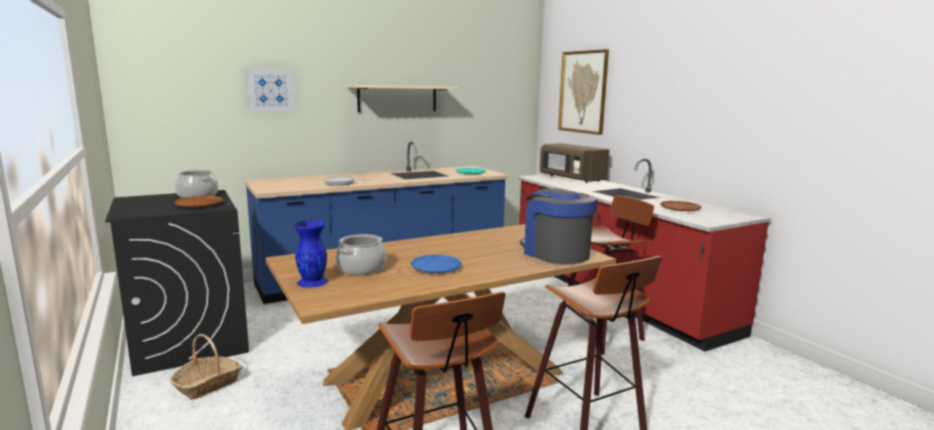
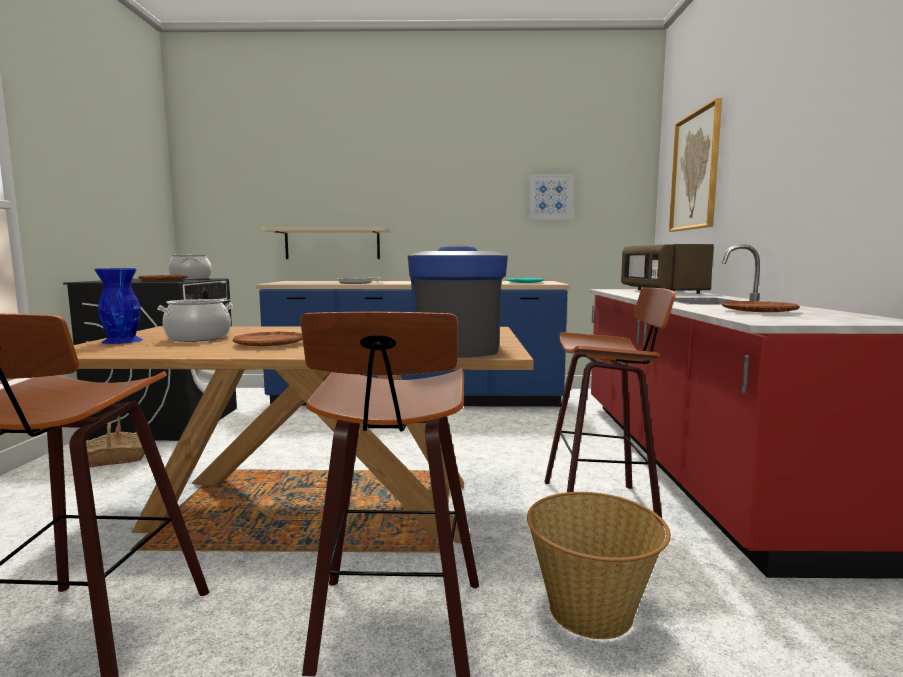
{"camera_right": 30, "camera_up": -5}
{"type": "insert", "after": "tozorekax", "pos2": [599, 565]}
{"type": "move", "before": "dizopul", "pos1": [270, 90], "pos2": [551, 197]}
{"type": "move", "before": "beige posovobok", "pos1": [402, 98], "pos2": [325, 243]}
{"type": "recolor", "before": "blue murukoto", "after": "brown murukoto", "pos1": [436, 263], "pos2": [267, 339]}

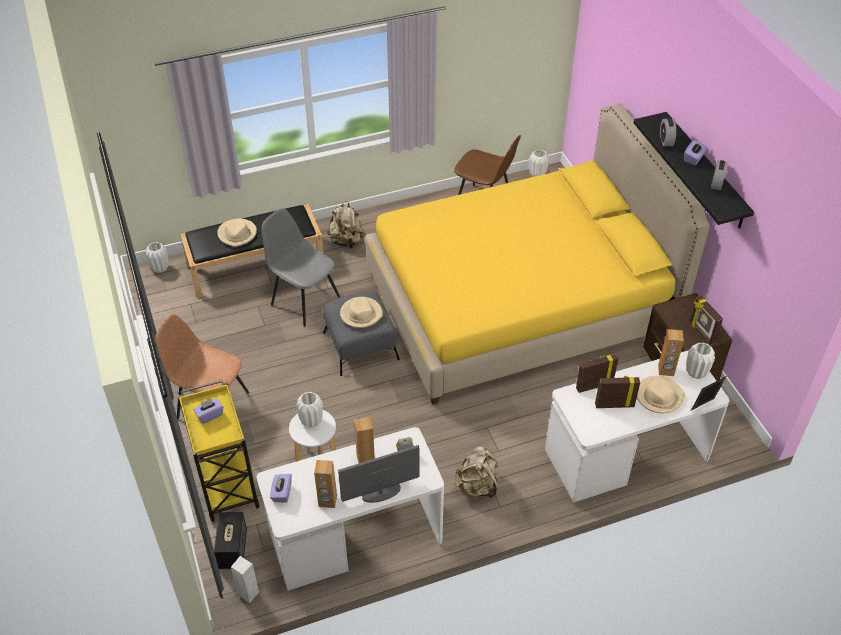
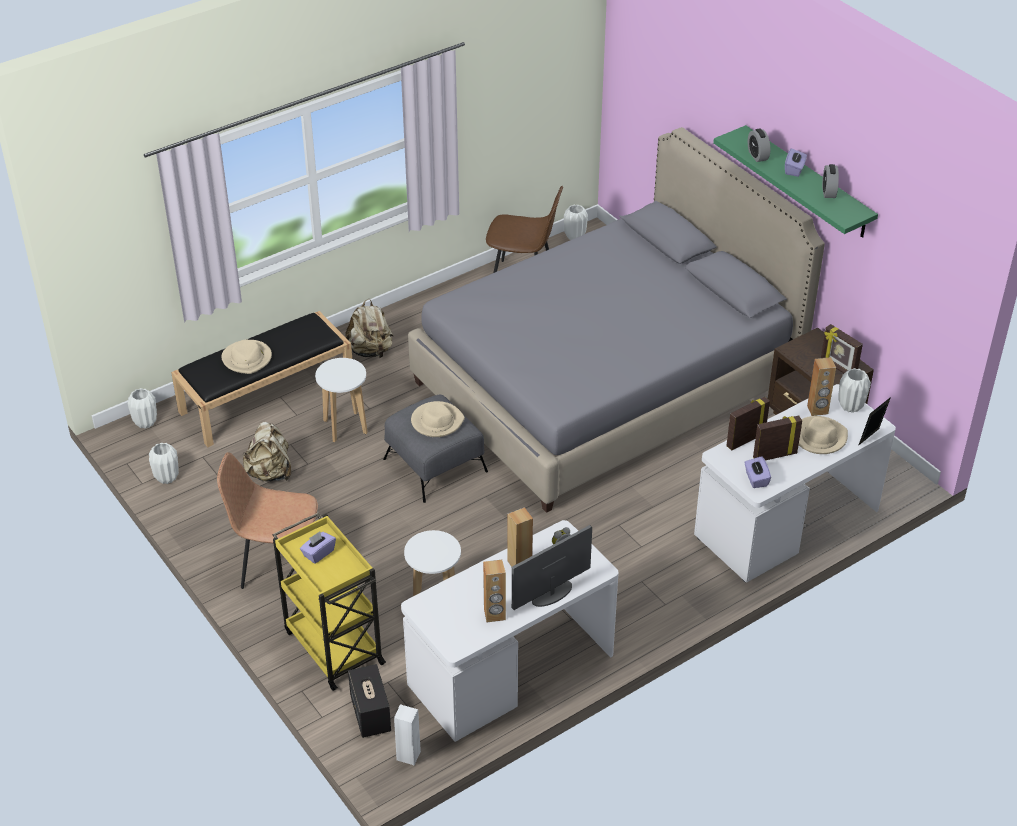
{"camera_right": -15, "camera_up": -5}
{"type": "move", "before": "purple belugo", "pos1": [281, 488], "pos2": [757, 472]}
{"type": "move", "before": "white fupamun", "pos1": [309, 410], "pos2": [164, 463]}
{"type": "move", "before": "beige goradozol", "pos1": [476, 472], "pos2": [267, 451]}
{"type": "replace", "before": "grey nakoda", "after": "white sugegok", "pos1": [300, 267], "pos2": [341, 400]}
{"type": "recolor", "before": "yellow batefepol", "after": "grey batefepol", "pos1": [537, 253], "pos2": [616, 320]}
{"type": "recolor", "before": "black posovobok", "after": "green posovobok", "pos1": [694, 170], "pos2": [795, 181]}

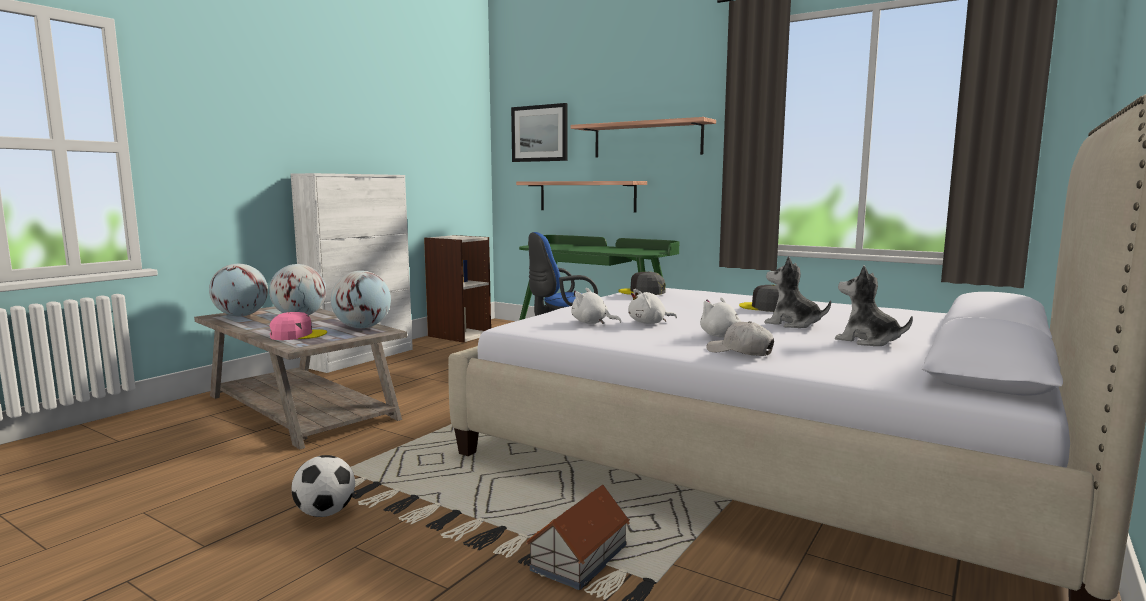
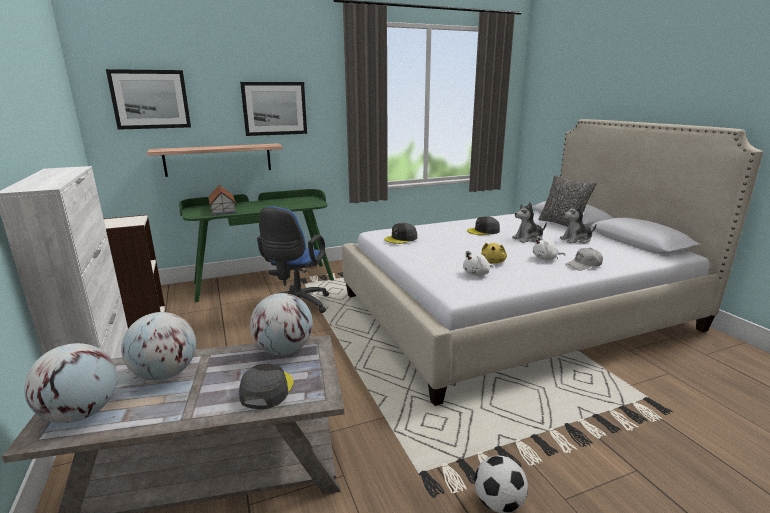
{"camera_right": -55, "camera_up": 10}
{"type": "insert", "after": "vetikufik", "pos2": [567, 201]}
{"type": "move", "before": "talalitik", "pos1": [578, 537], "pos2": [222, 200]}
{"type": "replace", "before": "posovobok", "after": "dizopul", "pos1": [643, 137], "pos2": [273, 109]}
{"type": "recolor", "before": "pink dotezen", "after": "grey dotezen", "pos1": [298, 326], "pos2": [266, 386]}
{"type": "recolor", "before": "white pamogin", "after": "yellow pamogin", "pos1": [652, 306], "pos2": [494, 253]}

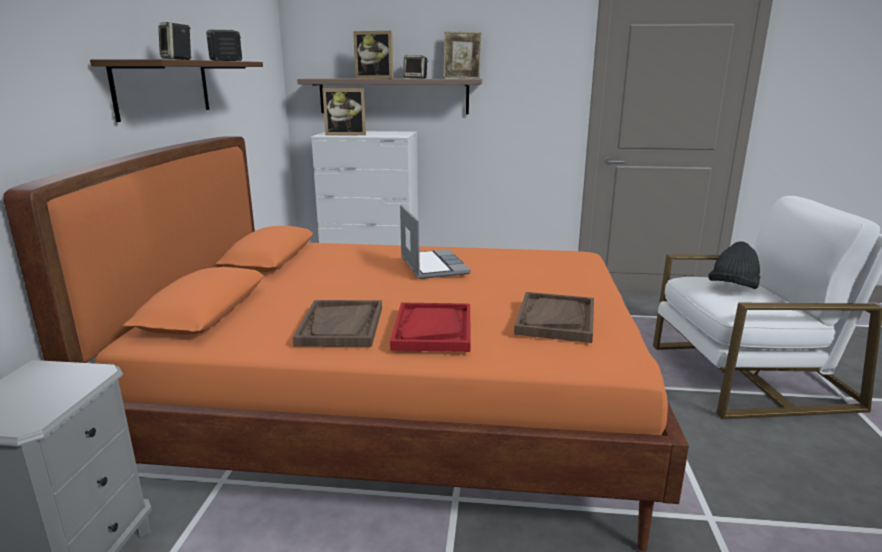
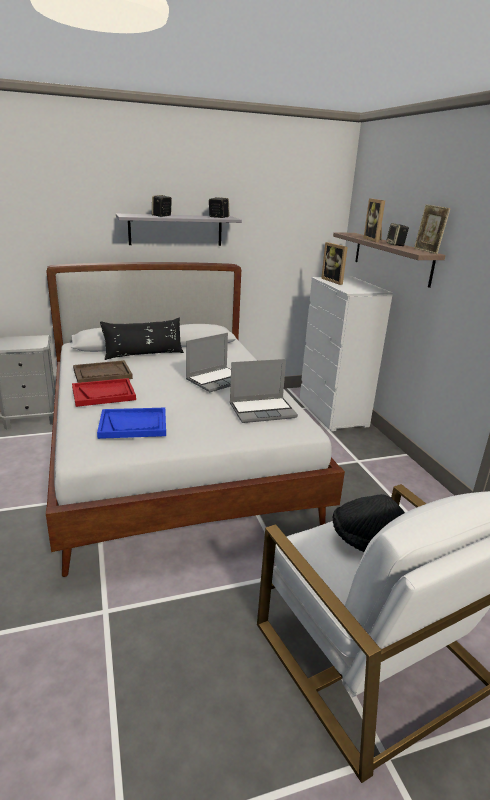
{"camera_right": 65, "camera_up": 5}
{"type": "insert", "after": "black vetikufik", "pos2": [142, 338]}
{"type": "insert", "after": "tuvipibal", "pos2": [264, 391]}
{"type": "recolor", "before": "orange batefepol", "after": "white batefepol", "pos1": [346, 344], "pos2": [195, 419]}
{"type": "recolor", "before": "brown posovobok", "after": "grey posovobok", "pos1": [176, 90], "pos2": [179, 230]}
{"type": "recolor", "before": "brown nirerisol", "after": "blue nirerisol", "pos1": [554, 317], "pos2": [131, 423]}

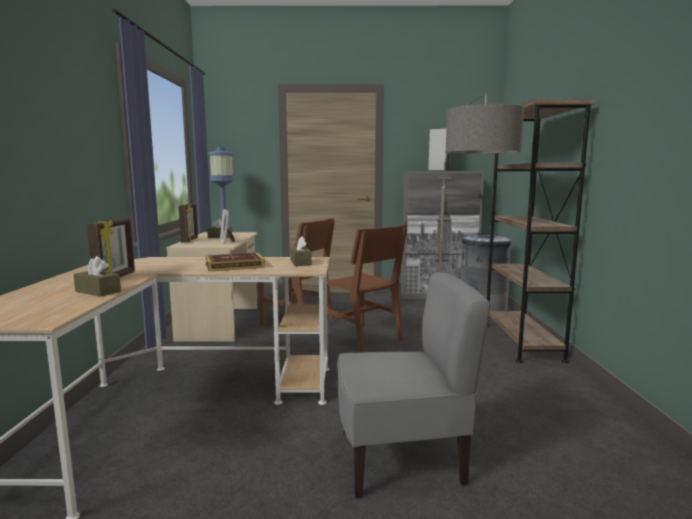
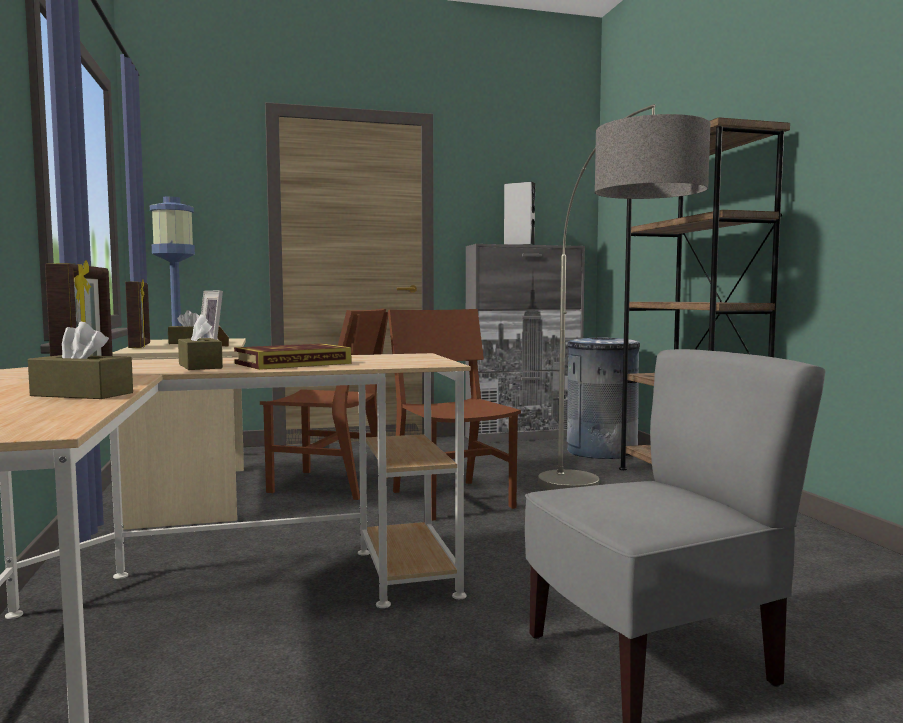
{"camera_right": -15, "camera_up": -5}
{"type": "move", "before": "brown belugo", "pos1": [301, 251], "pos2": [200, 342]}
{"type": "rotate", "before": "brown nakoda", "pos1": [365, 288], "pos2": [454, 415], "turn": -150}

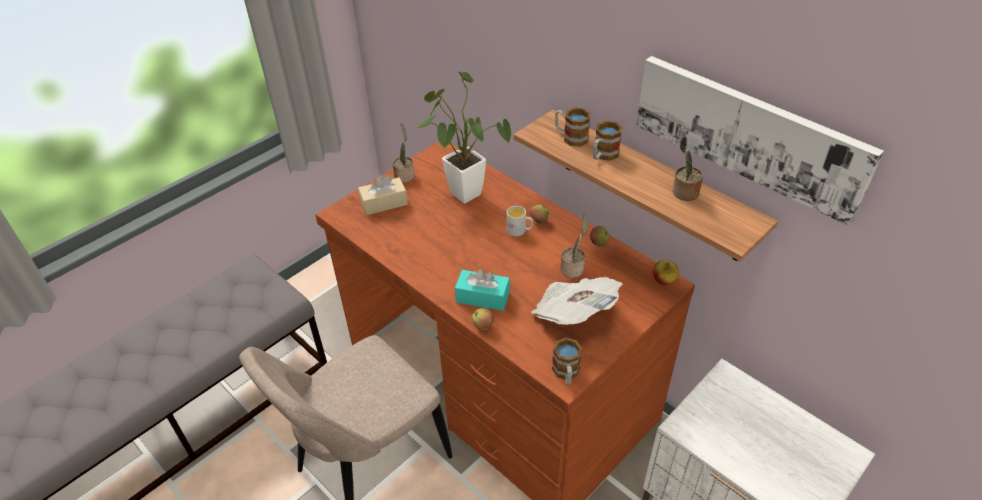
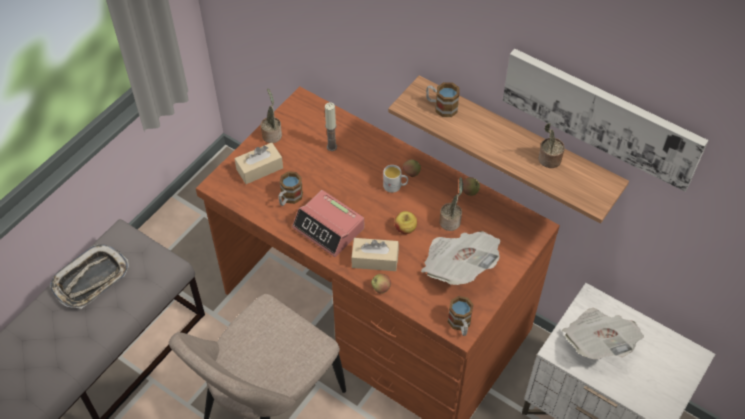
{"camera_right": -10, "camera_up": 10}
{"type": "insert", "after": "nirerisol", "pos2": [89, 276]}
{"type": "insert", "after": "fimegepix", "pos2": [328, 223]}
{"type": "insert", "after": "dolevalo", "pos2": [603, 333]}
{"type": "move", "before": "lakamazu", "pos1": [608, 140], "pos2": [290, 188]}
{"type": "move", "before": "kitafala", "pos1": [666, 272], "pos2": [405, 222]}
{"type": "replace", "before": "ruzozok", "after": "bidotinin", "pos1": [464, 138], "pos2": [331, 126]}
{"type": "recolor", "before": "turquoise belugo", "after": "beige belugo", "pos1": [482, 290], "pos2": [375, 254]}

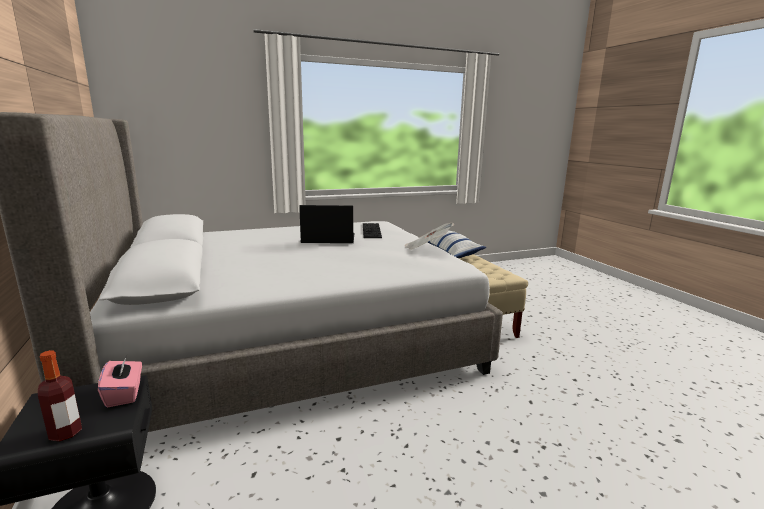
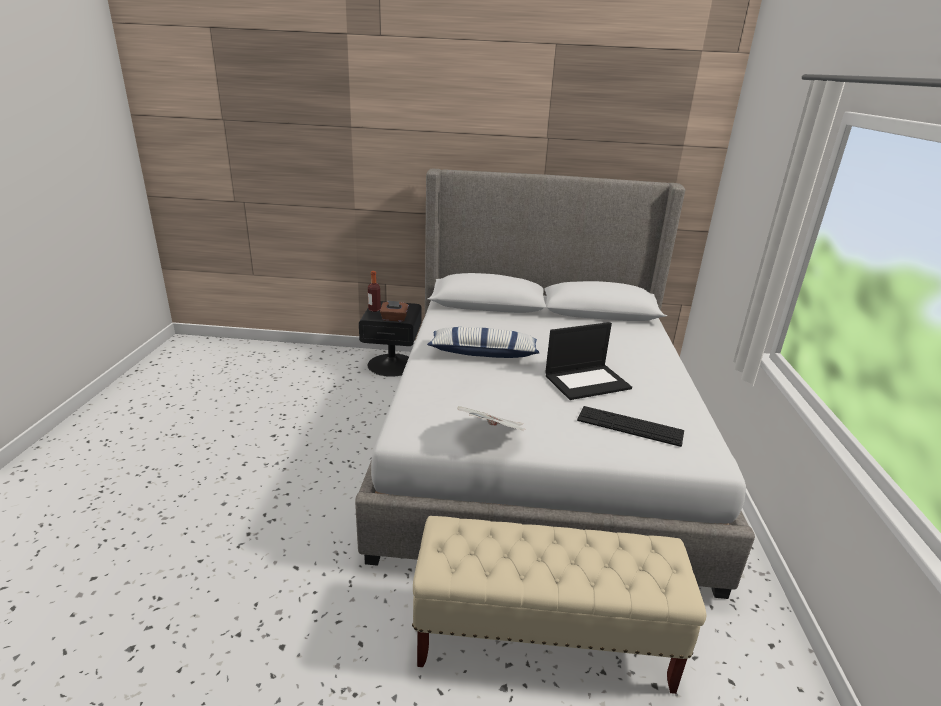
{"camera_right": 115, "camera_up": 10}
{"type": "move", "before": "vetikufik", "pos1": [457, 244], "pos2": [483, 342]}
{"type": "recolor", "before": "pink belugo", "after": "brown belugo", "pos1": [120, 381], "pos2": [394, 311]}
{"type": "rotate", "before": "tuvipibal", "pos1": [326, 224], "pos2": [588, 361], "turn": 45}

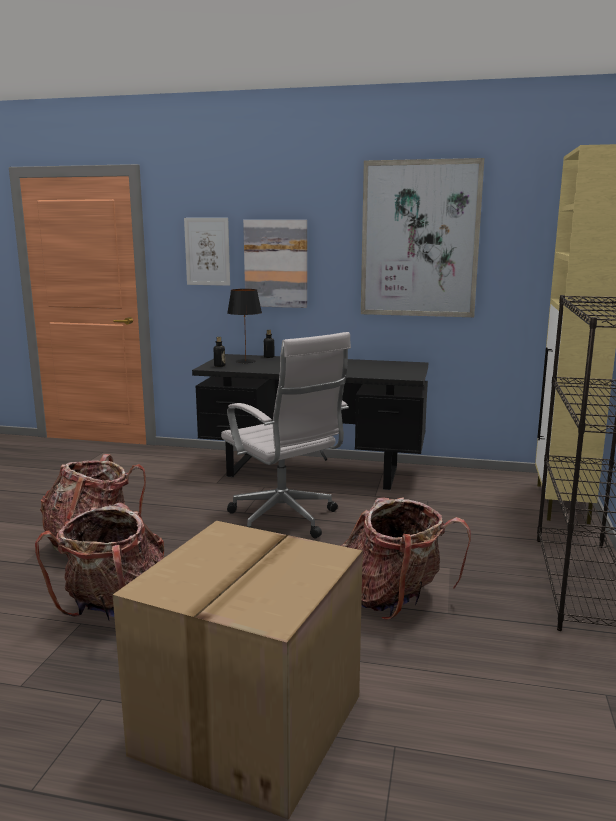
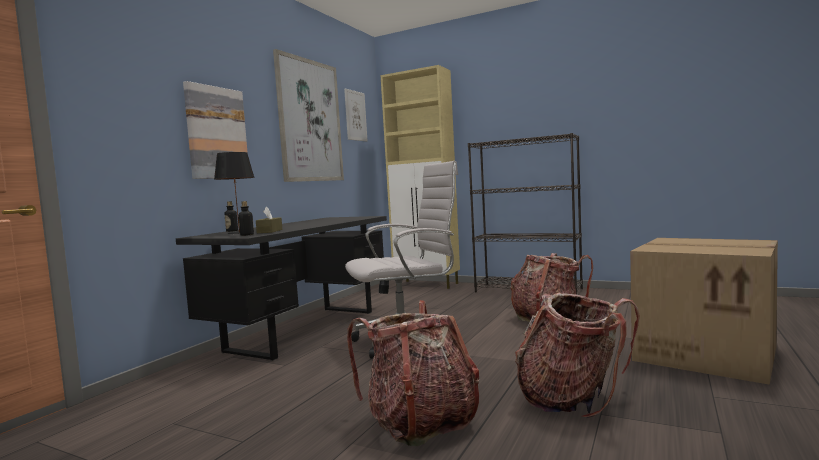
{"camera_right": -75, "camera_up": -10}
{"type": "insert", "after": "brown belugo", "pos2": [269, 220]}
{"type": "move", "before": "dizopul", "pos1": [207, 252], "pos2": [355, 115]}

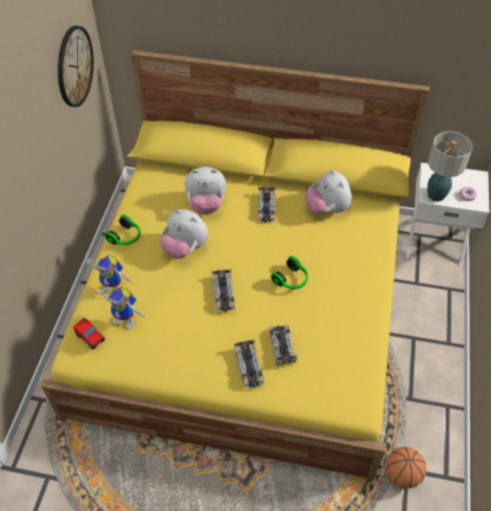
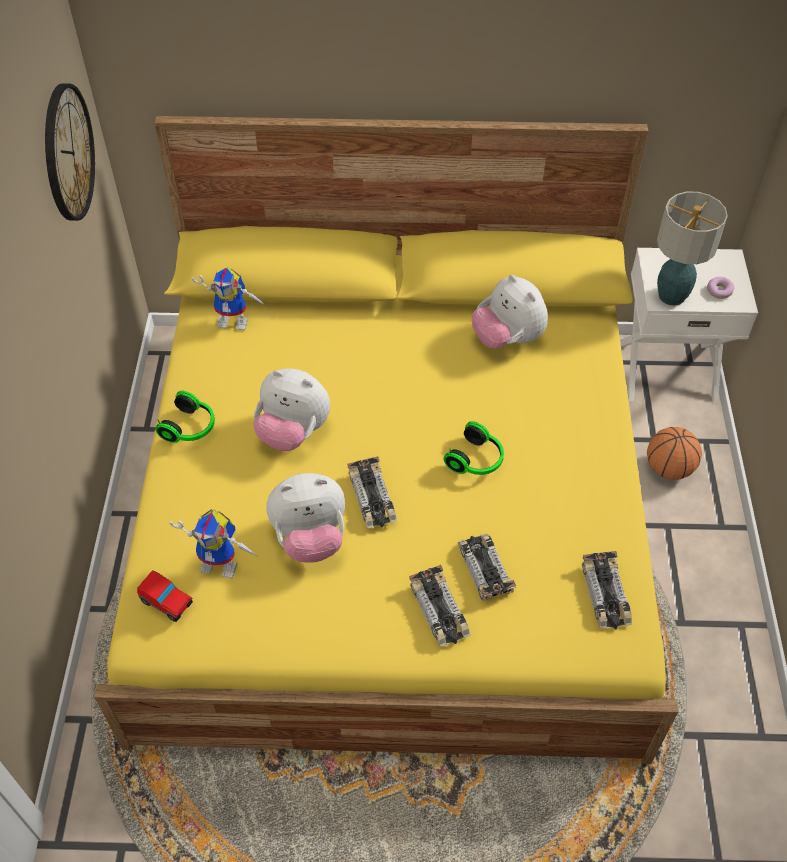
{"camera_right": -10, "camera_up": 0}
{"type": "move", "before": "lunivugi", "pos1": [109, 274], "pos2": [229, 298]}
{"type": "move", "before": "pamogin", "pos1": [205, 191], "pos2": [306, 518]}
{"type": "move", "before": "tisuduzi", "pos1": [267, 205], "pos2": [607, 590]}
{"type": "move", "before": "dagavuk", "pos1": [406, 468], "pos2": [674, 453]}

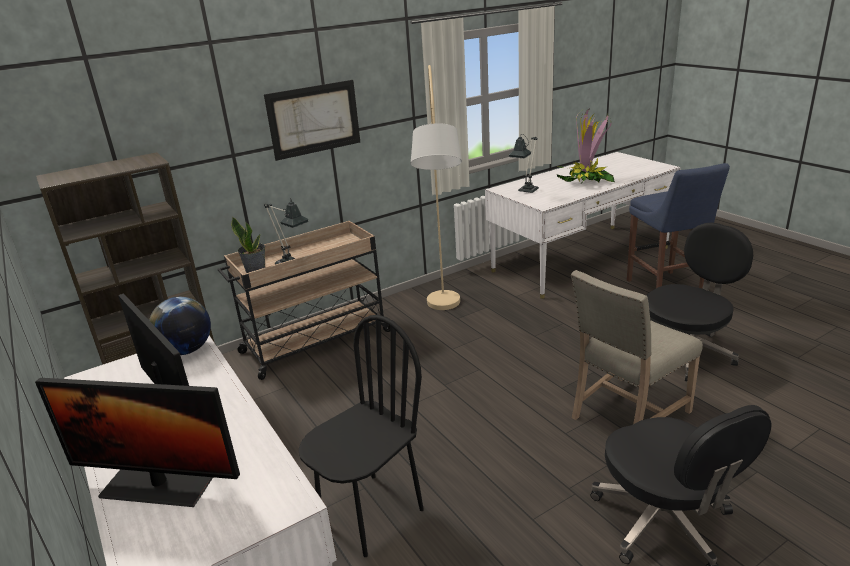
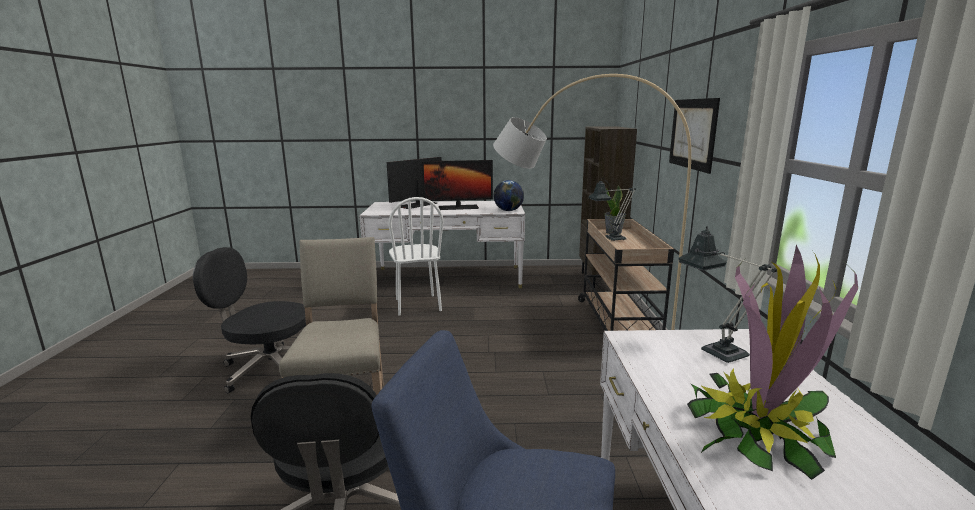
{"camera_right": 120, "camera_up": -10}
{"type": "recolor", "before": "black nakoda", "after": "white nakoda", "pos1": [361, 436], "pos2": [415, 256]}

